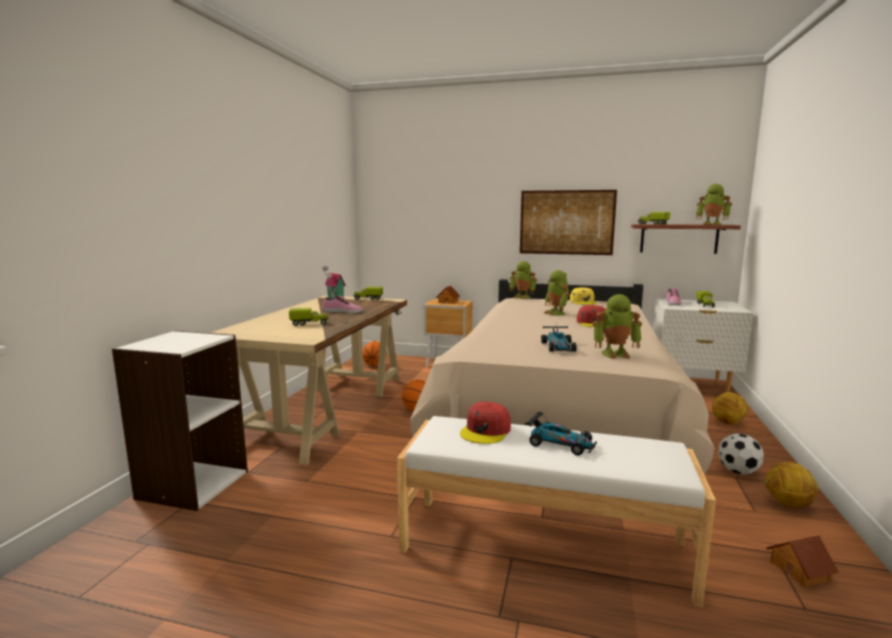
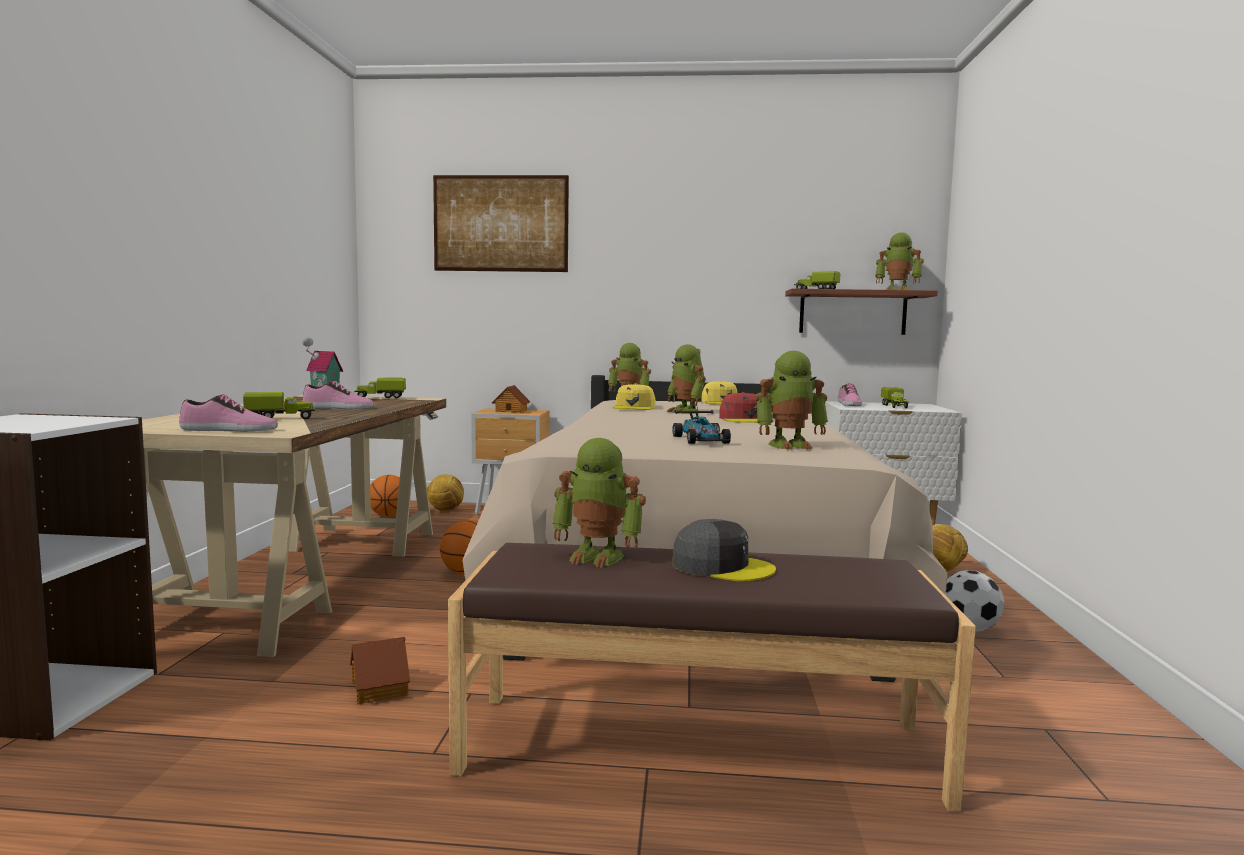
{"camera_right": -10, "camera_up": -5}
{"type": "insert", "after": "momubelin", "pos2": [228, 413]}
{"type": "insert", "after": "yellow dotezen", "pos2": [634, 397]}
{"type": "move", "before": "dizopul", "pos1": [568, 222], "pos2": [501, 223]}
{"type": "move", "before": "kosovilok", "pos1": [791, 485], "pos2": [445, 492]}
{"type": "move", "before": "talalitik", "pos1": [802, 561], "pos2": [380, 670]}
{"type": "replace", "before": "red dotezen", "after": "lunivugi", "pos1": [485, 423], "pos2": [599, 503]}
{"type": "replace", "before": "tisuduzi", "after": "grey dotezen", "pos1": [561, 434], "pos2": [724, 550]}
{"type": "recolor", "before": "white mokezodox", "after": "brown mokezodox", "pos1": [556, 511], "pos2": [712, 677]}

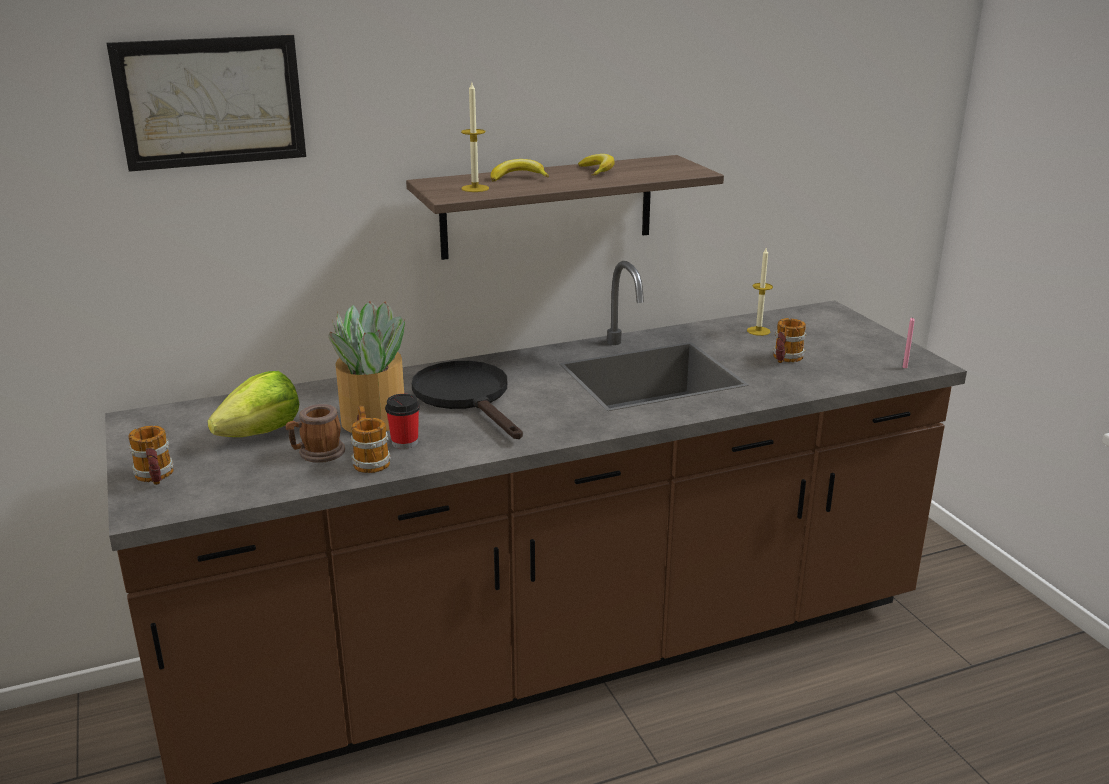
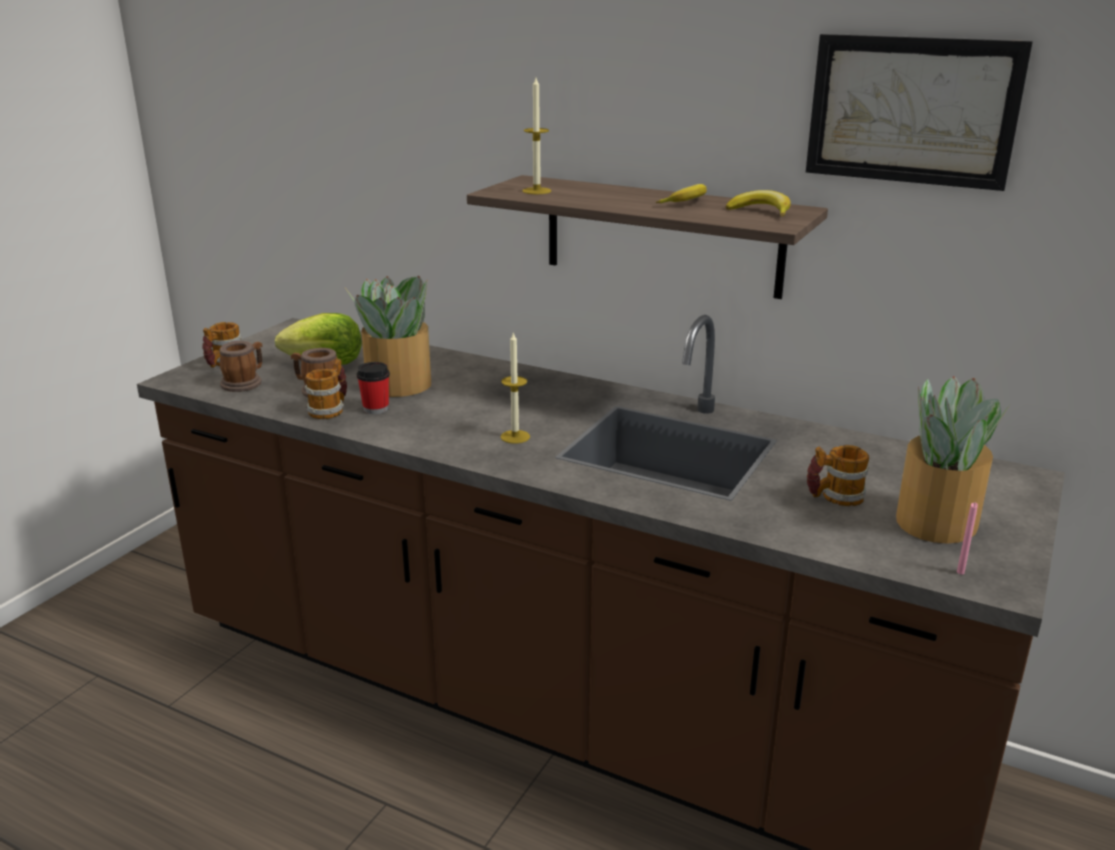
{"camera_right": 50, "camera_up": 0}
{"type": "delete", "before": "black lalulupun", "pos1": [467, 400]}
{"type": "insert", "after": "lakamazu", "pos2": [240, 366]}
{"type": "insert", "after": "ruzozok", "pos2": [953, 460]}
{"type": "move", "before": "dizopul", "pos1": [206, 103], "pos2": [919, 112]}
{"type": "move", "before": "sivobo", "pos1": [520, 170], "pos2": [758, 203]}
{"type": "move", "before": "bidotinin", "pos1": [760, 292], "pos2": [515, 388]}

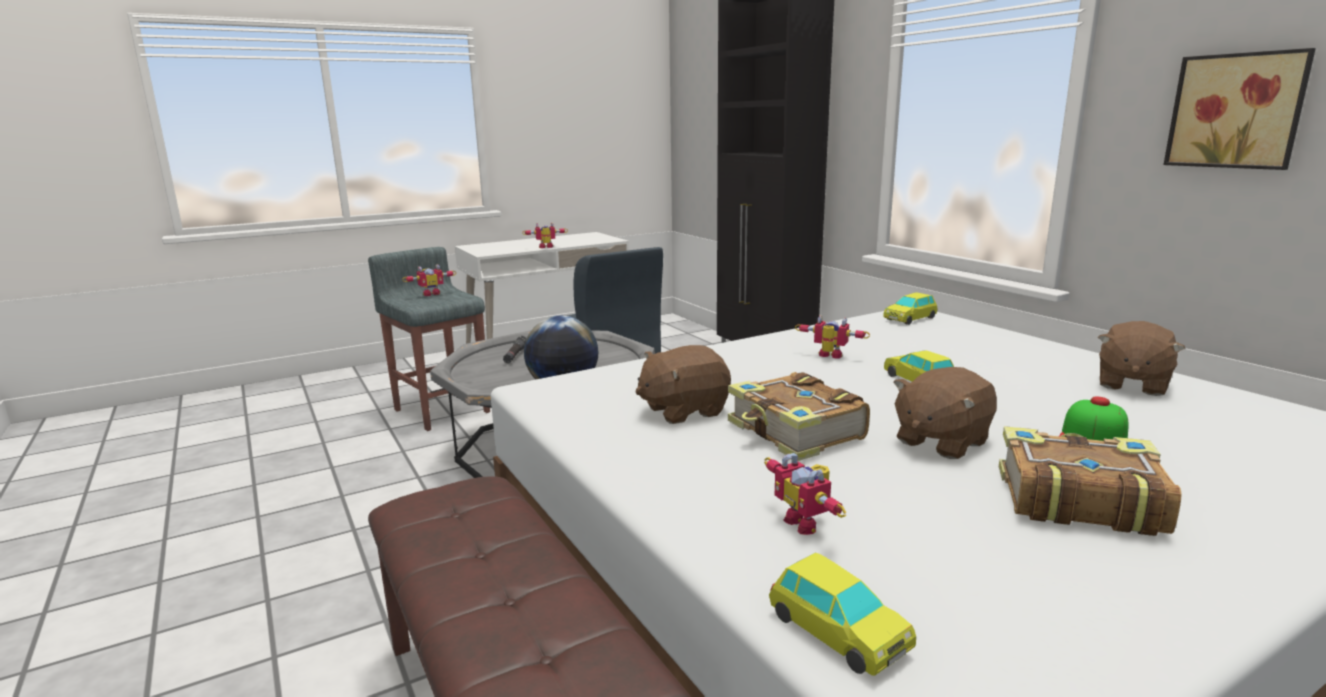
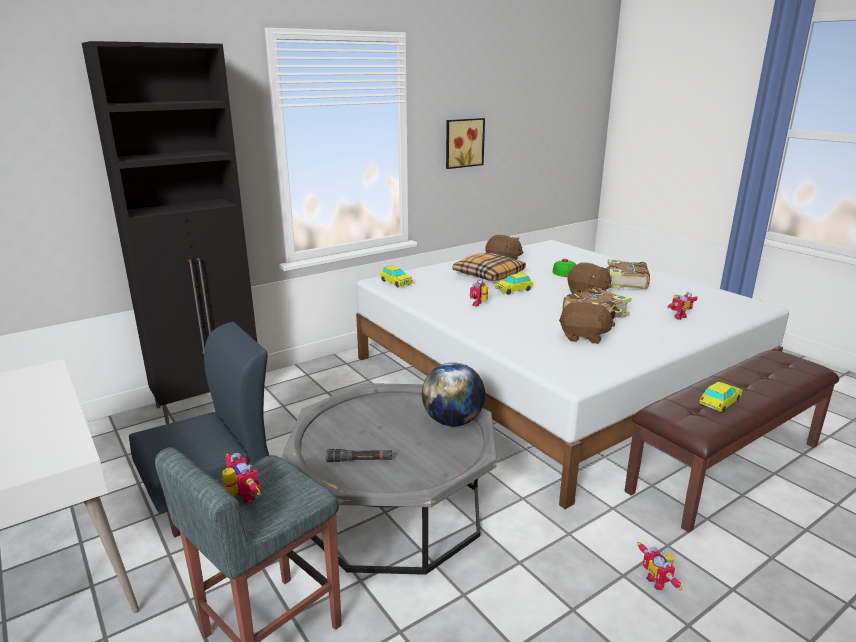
{"camera_right": -95, "camera_up": 5}
{"type": "insert", "after": "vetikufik", "pos2": [489, 267]}
{"type": "move", "before": "lunivugi", "pos1": [545, 235], "pos2": [660, 566]}
{"type": "move", "before": "tisuduzi", "pos1": [842, 614], "pos2": [721, 397]}
{"type": "rotate", "before": "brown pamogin", "pos1": [683, 384], "pos2": [587, 322], "turn": -45}

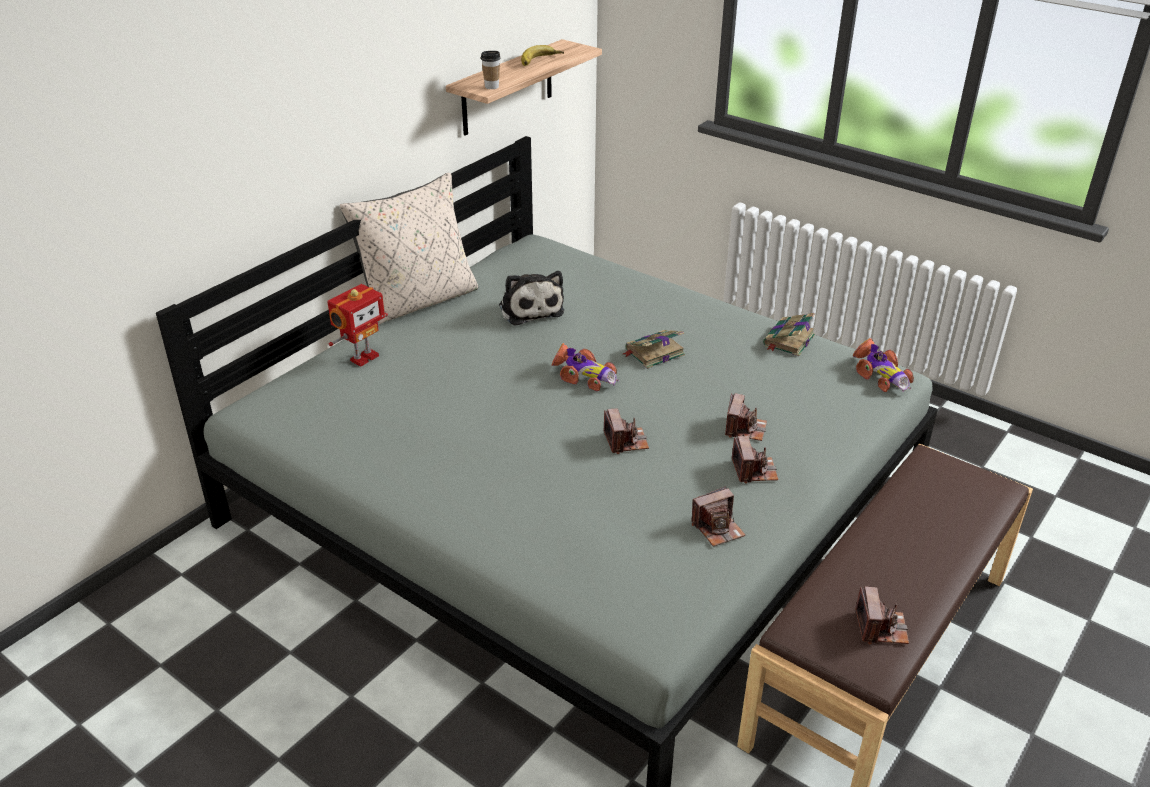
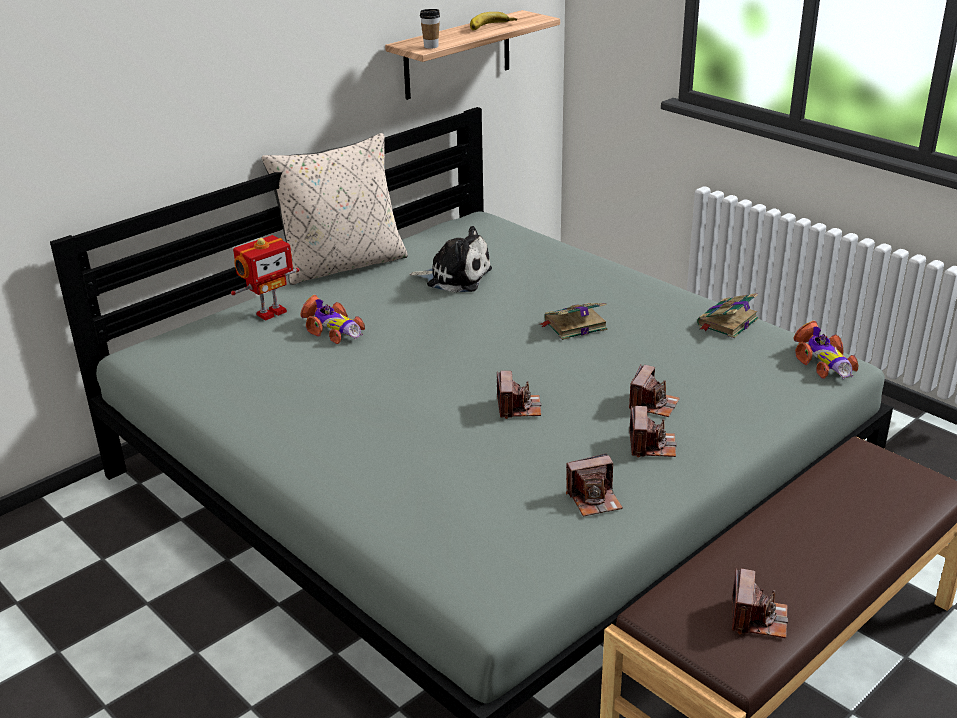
{"camera_right": 10, "camera_up": -5}
{"type": "move", "before": "tisuduzi", "pos1": [585, 367], "pos2": [332, 319]}
{"type": "rotate", "before": "pamogin", "pos1": [531, 298], "pos2": [450, 259], "turn": -60}

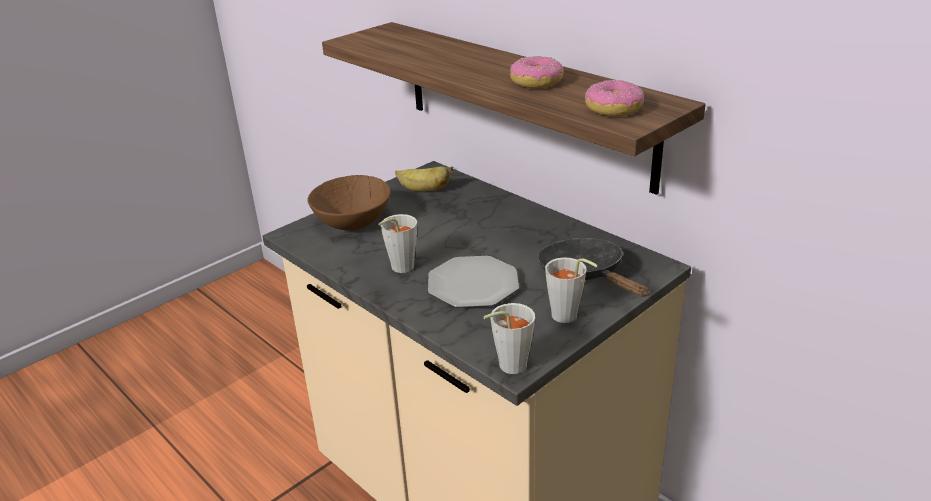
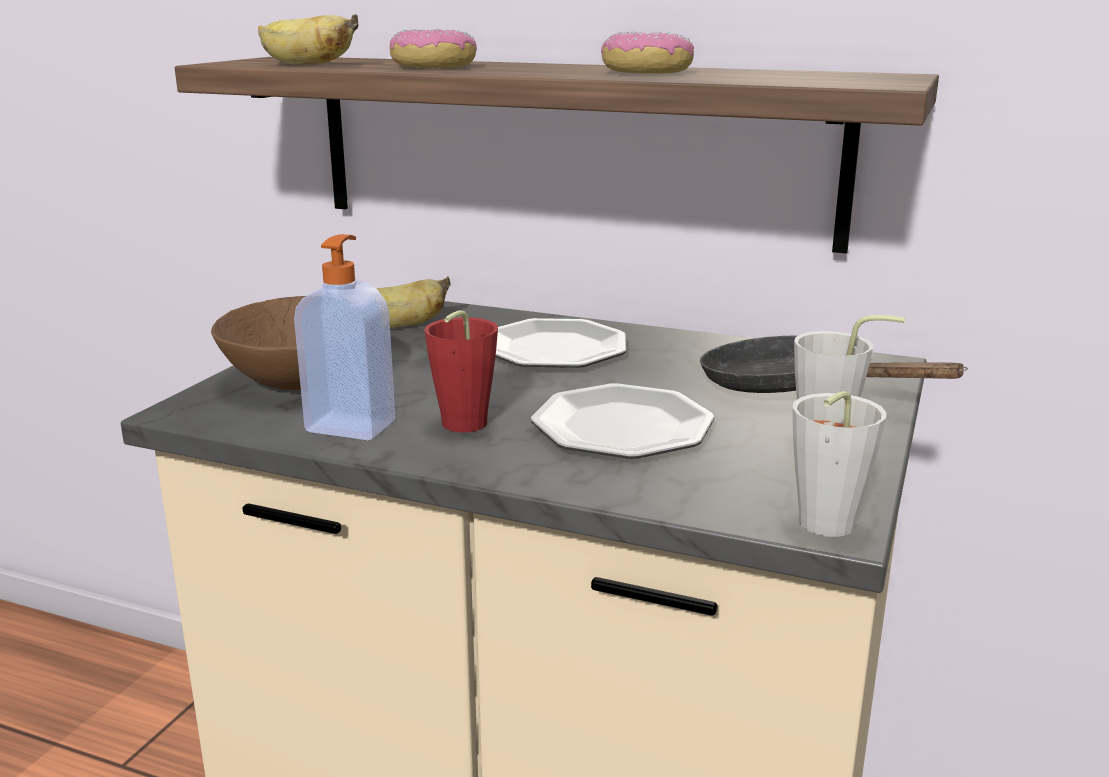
{"camera_right": -25, "camera_up": -10}
{"type": "insert", "after": "sivobo", "pos2": [308, 39]}
{"type": "insert", "after": "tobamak", "pos2": [344, 337]}
{"type": "insert", "after": "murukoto", "pos2": [560, 343]}
{"type": "move", "before": "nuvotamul", "pos1": [614, 98], "pos2": [433, 48]}
{"type": "recolor", "before": "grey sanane", "after": "red sanane", "pos1": [397, 243], "pos2": [461, 371]}

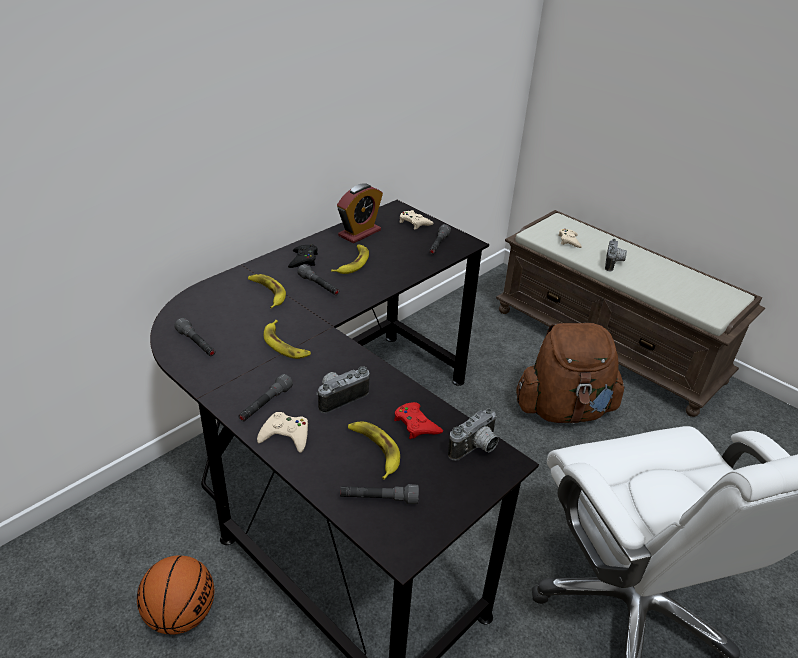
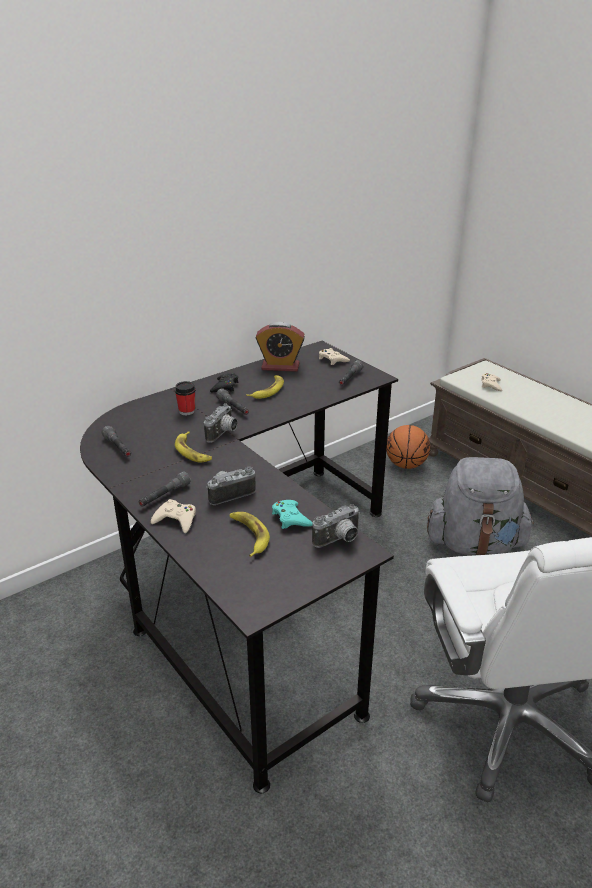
{"camera_right": 10, "camera_up": -5}
{"type": "delete", "before": "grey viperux", "pos1": [379, 494]}
{"type": "move", "before": "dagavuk", "pos1": [175, 595], "pos2": [408, 447]}
{"type": "move", "before": "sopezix", "pos1": [616, 255], "pos2": [221, 423]}
{"type": "replace", "before": "sivobo", "after": "sanane", "pos1": [267, 291], "pos2": [185, 398]}
{"type": "recolor", "before": "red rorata", "after": "turquoise rorata", "pos1": [418, 420], "pos2": [292, 514]}
{"type": "recolor", "before": "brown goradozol", "after": "grey goradozol", "pos1": [570, 373], "pos2": [480, 506]}
{"type": "rotate", "before": "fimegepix", "pos1": [360, 213], "pos2": [280, 347], "turn": 45}

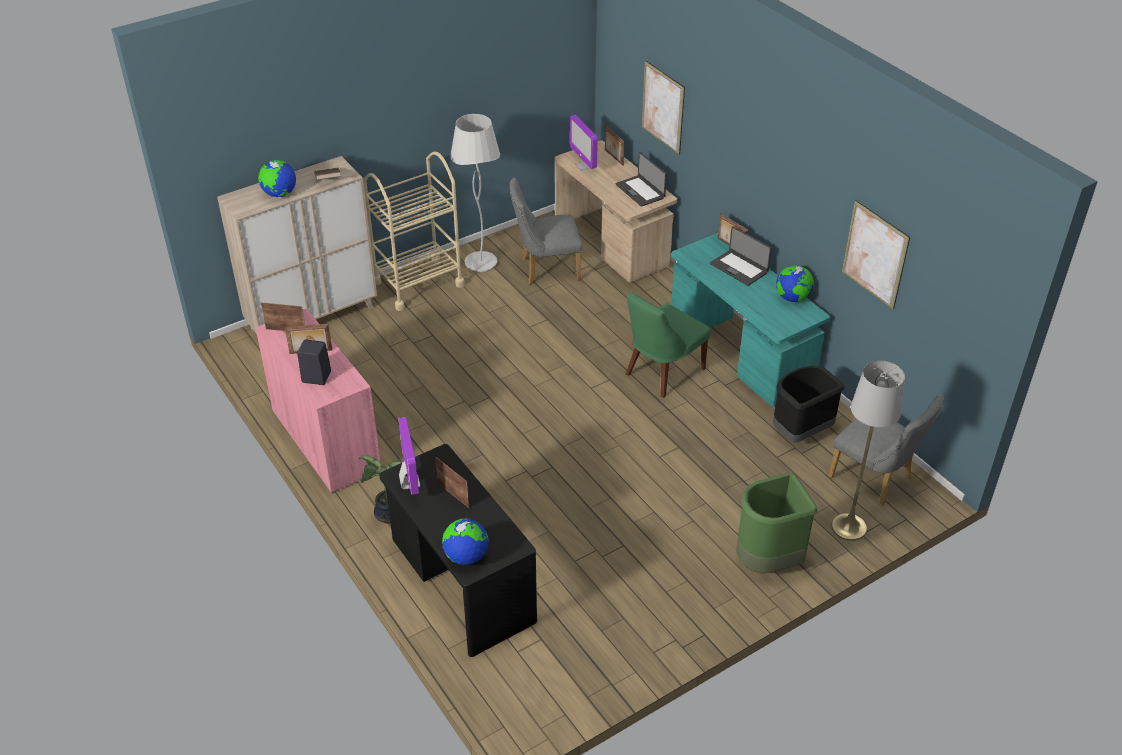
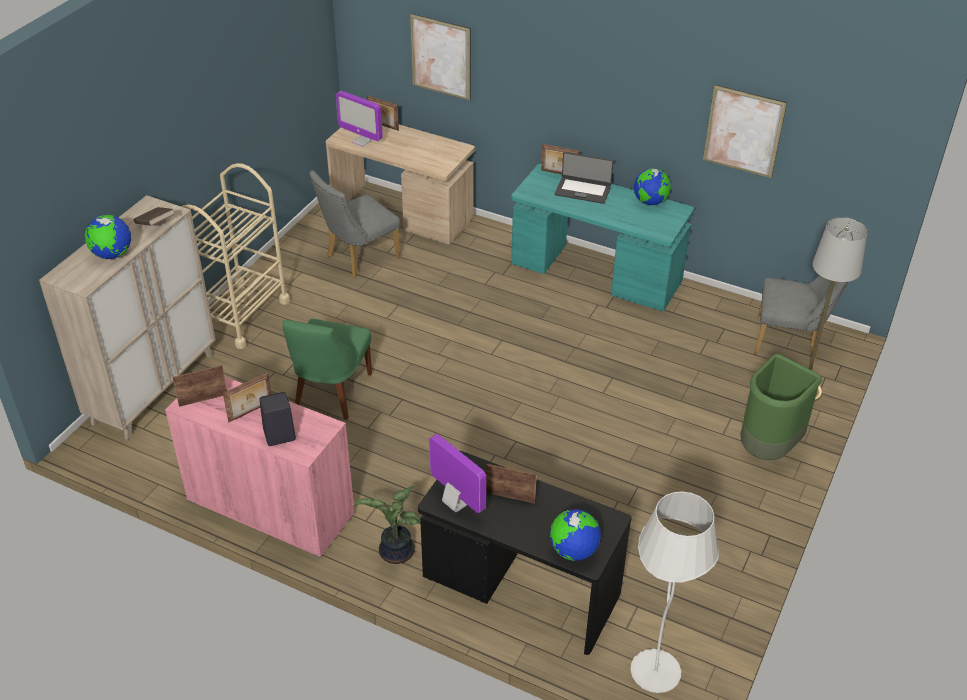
{"camera_right": -30, "camera_up": 0}
{"type": "delete", "before": "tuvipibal", "pos1": [641, 179]}
{"type": "delete", "before": "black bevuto", "pos1": [808, 404]}
{"type": "move", "before": "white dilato", "pos1": [475, 193], "pos2": [674, 592]}
{"type": "move", "before": "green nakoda", "pos1": [668, 345], "pos2": [327, 369]}

